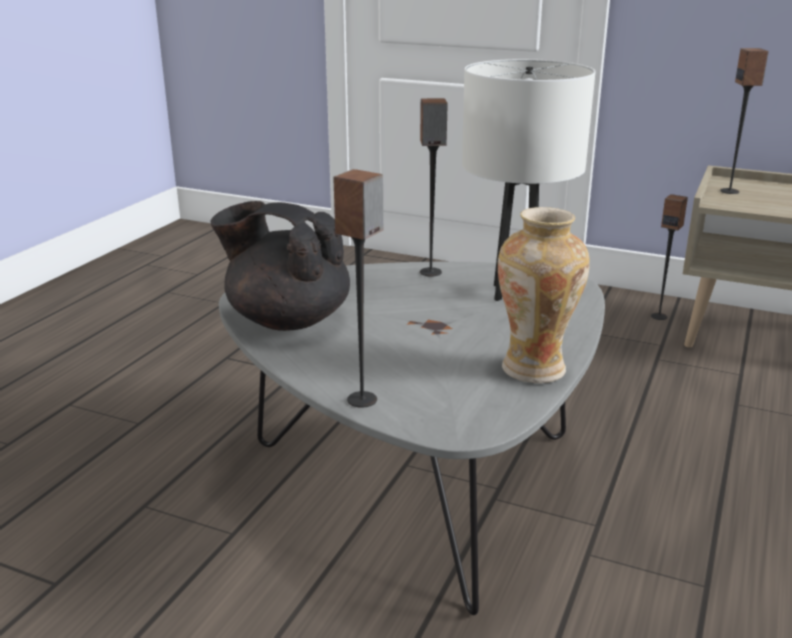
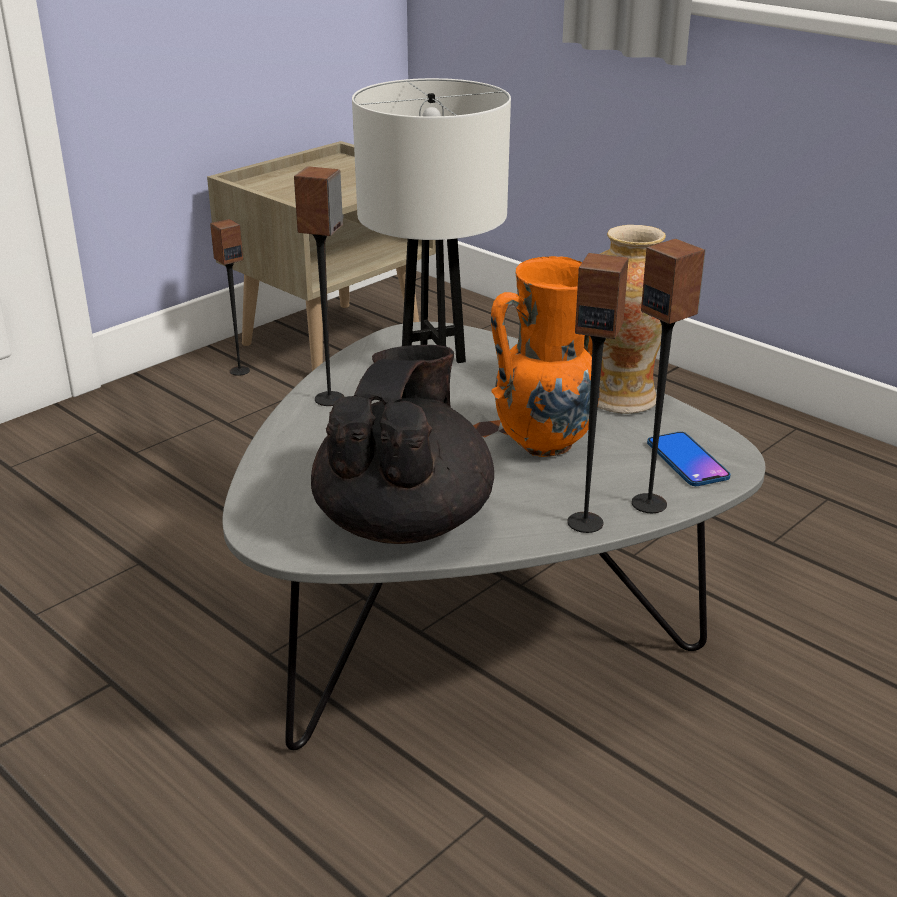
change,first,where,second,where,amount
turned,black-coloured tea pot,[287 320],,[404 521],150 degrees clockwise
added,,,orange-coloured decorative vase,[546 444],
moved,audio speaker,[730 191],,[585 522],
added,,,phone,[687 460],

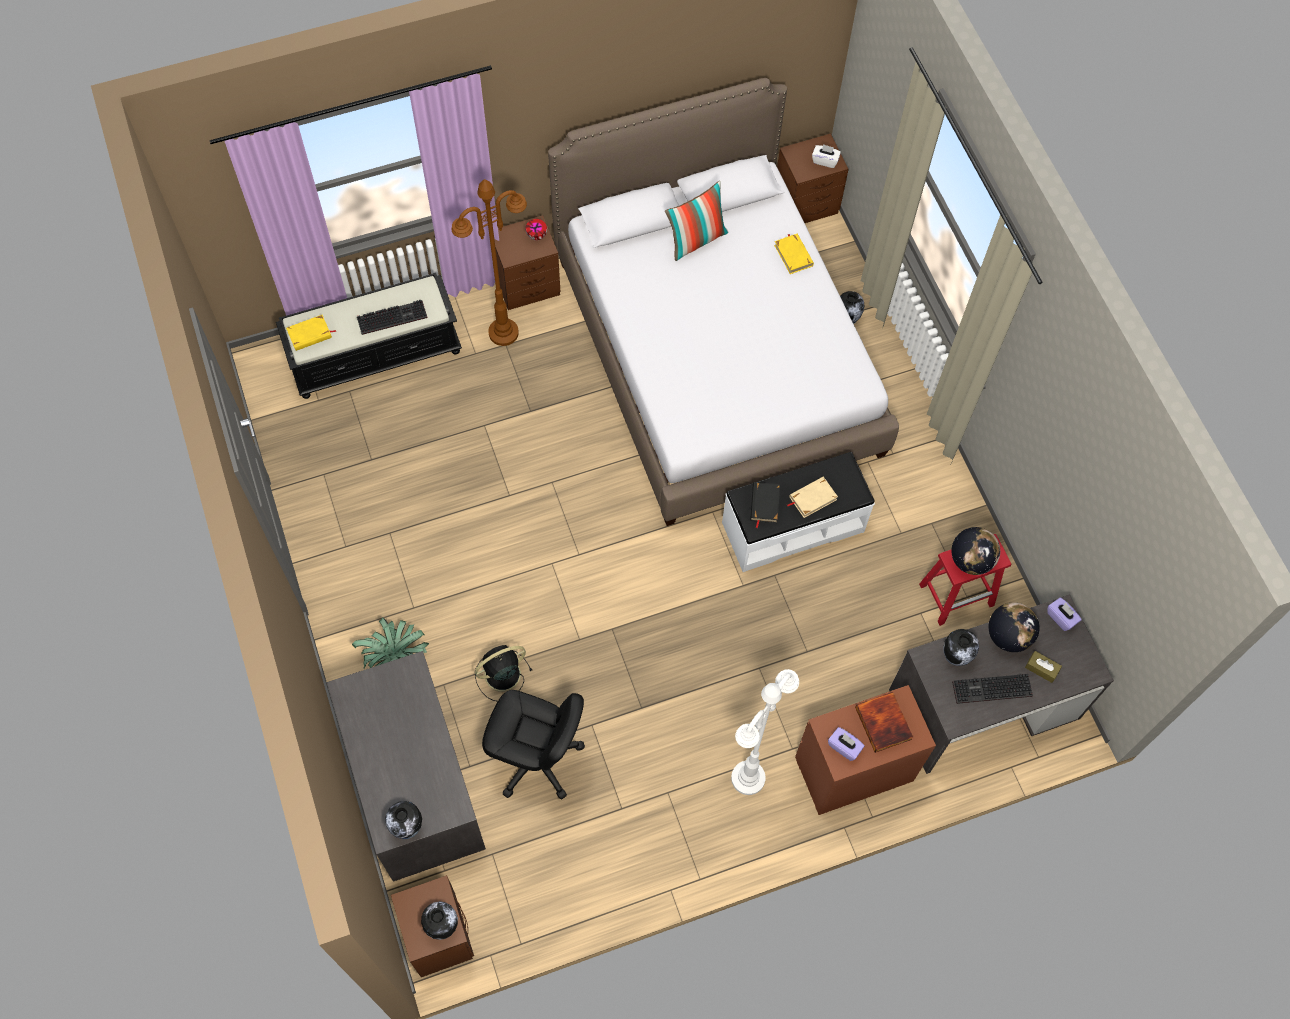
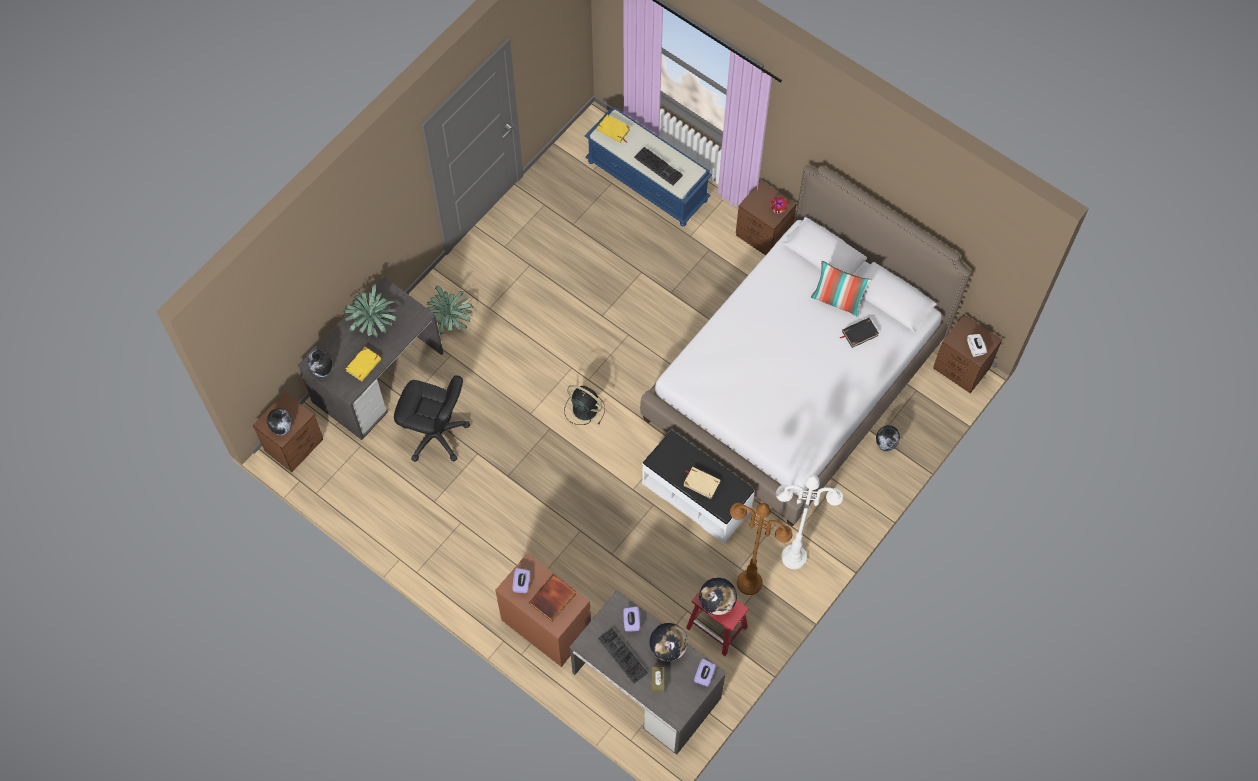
change,first,where,second,where,amount
added,,,houseplant,[373 322],
moved,yellow bound book,[793 255],,[364 365],
turned,black-coloured desk chair,[536 759],,[435 435],60 degrees counterclockwise
moved,black-coloured cooling fan,[501 675],,[584 408],
recoloured,black-coloured long seat,[376 353],bluish long seat,[648 181],
replaced,decorative vase,[956 656],purple-coloured tissue holder,[631 622],
moved,brown standing lamp,[504 332],,[749 583],
moved,white standing lamp,[748 777],,[794 557],
moved,black-coloured bound book,[764 504],,[859 333],

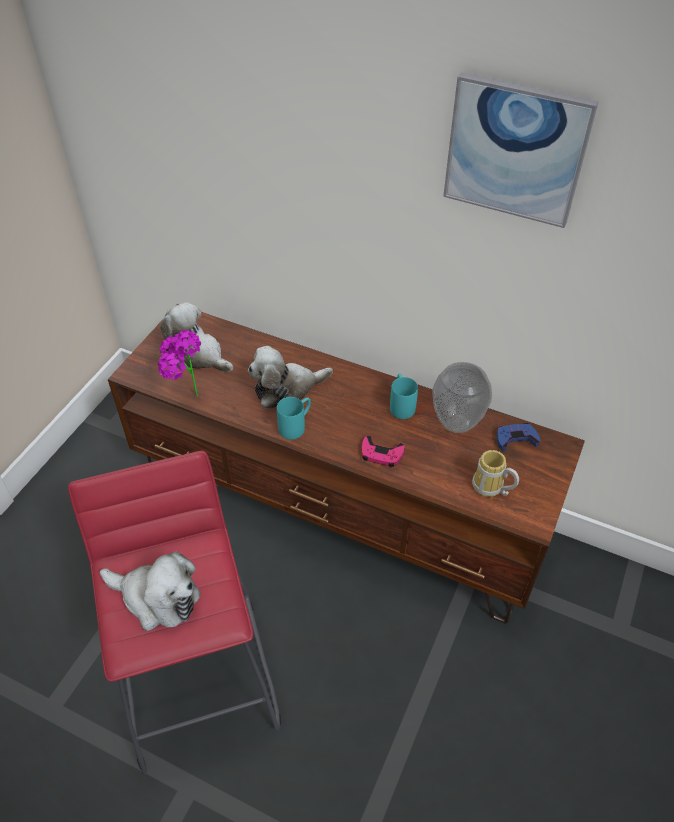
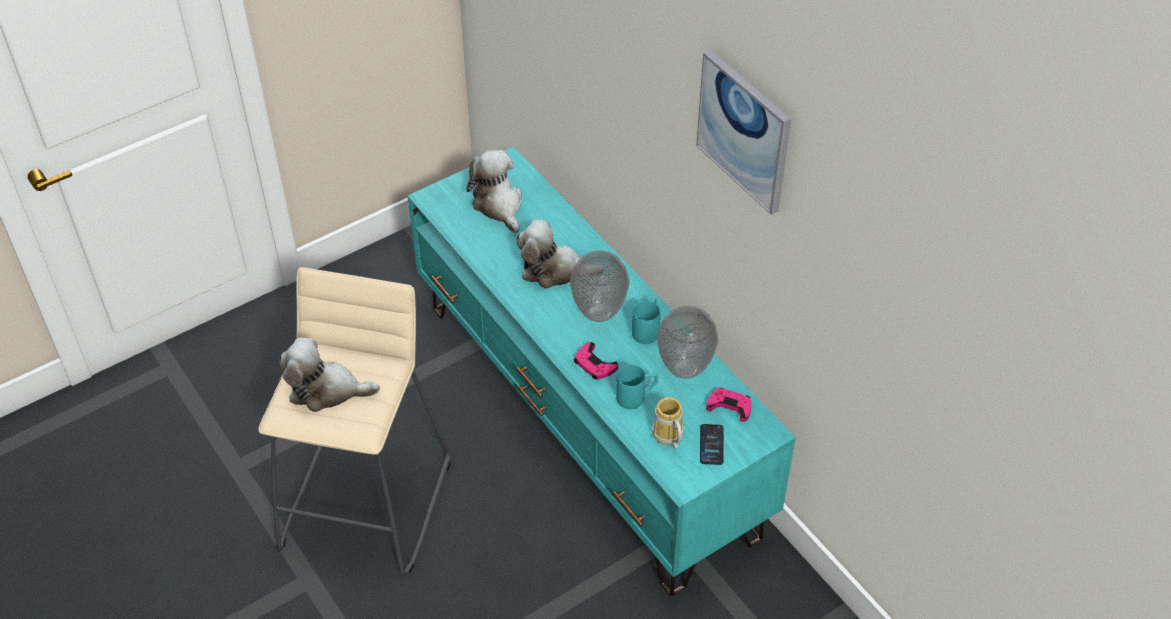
change,first,where,second,where,amount
recoloured,red-coloured sitting stool,[199 677],beige-coloured sitting stool,[367 502],
turned,cuddly toy,[157 598],,[326 390],135 degrees clockwise
recoloured,brown media console,[339 508],blue-green media console,[588 418],
added,,,decorative vase,[598 313],
moved,blue-green coffee mug,[296 426],,[637 397],
added,,,phone,[711 445],
recoloured,bluish game controller,[516 438],pinkish game controller,[729 406],
removed,houseplant,[186 398],,,

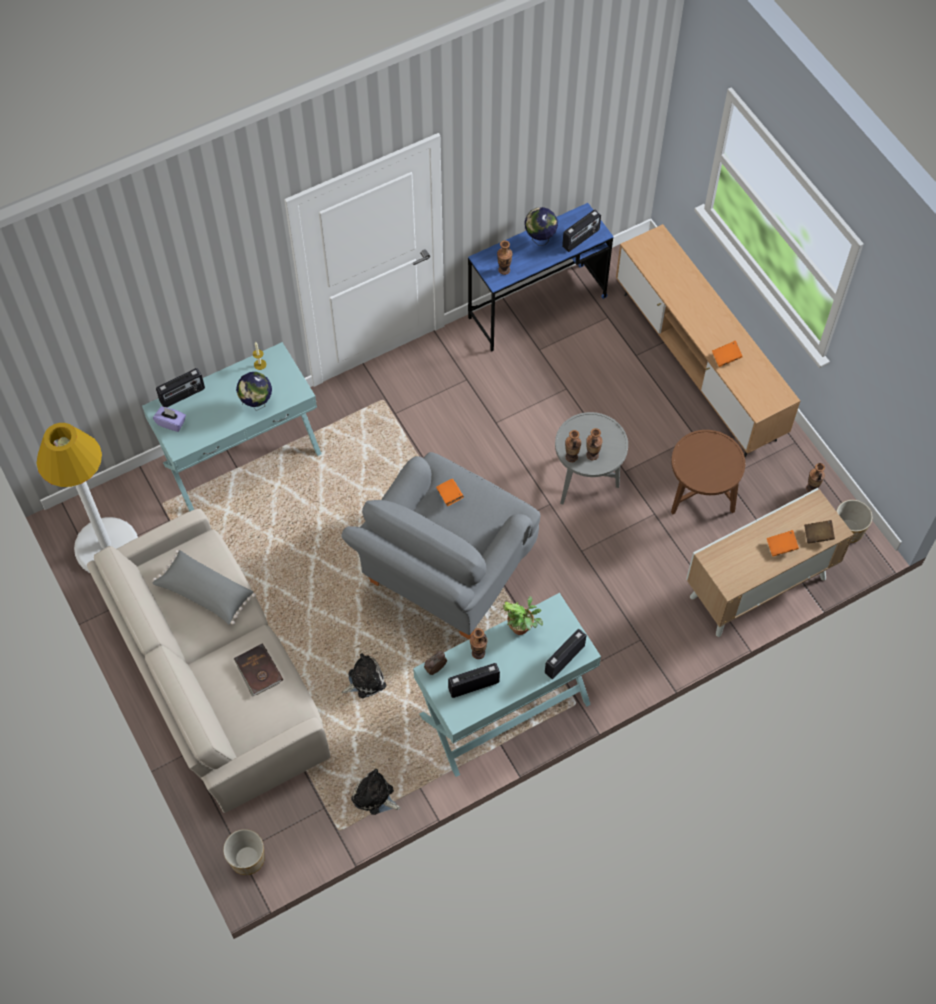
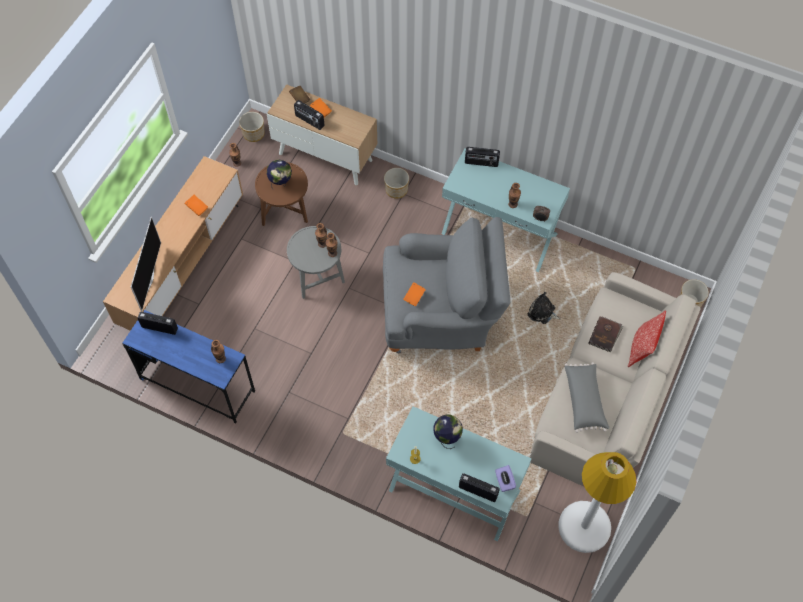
change,first,where,second,where,amount
added,,,TV set,[149 279],
moved,desk globe,[540 239],,[281 183],
moved,radio receiver,[473 685],,[309 121],
added,,,plant pot,[396 190],
added,,,pillow,[641 348],
removed,cuddly toy,[374 796],,,
removed,houseplant,[522 628],,,

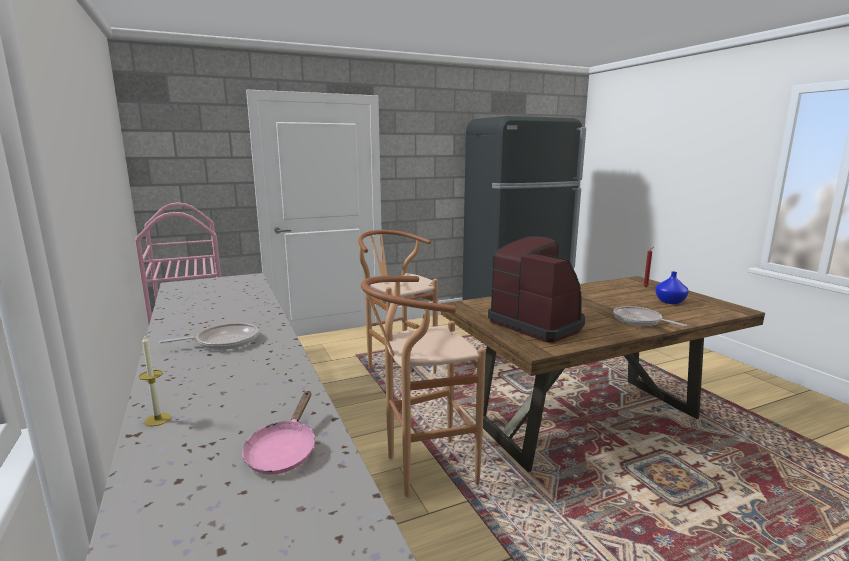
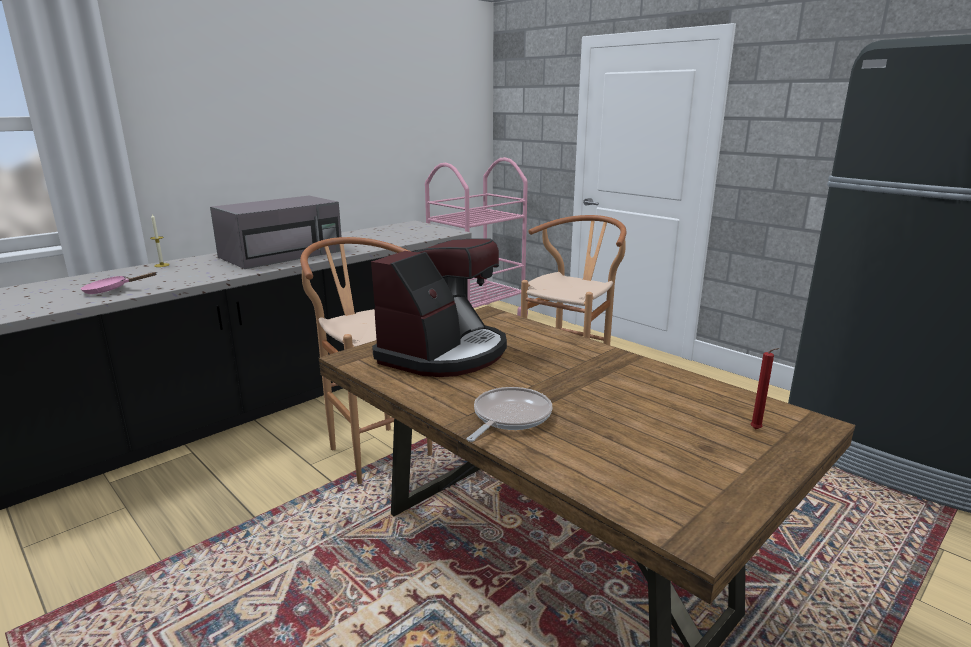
change,first,where,second,where,amount
replaced,skillet,[224 341],grey kitchen microwave,[283 254],
removed,bluish decorative vase,[670 302],,,

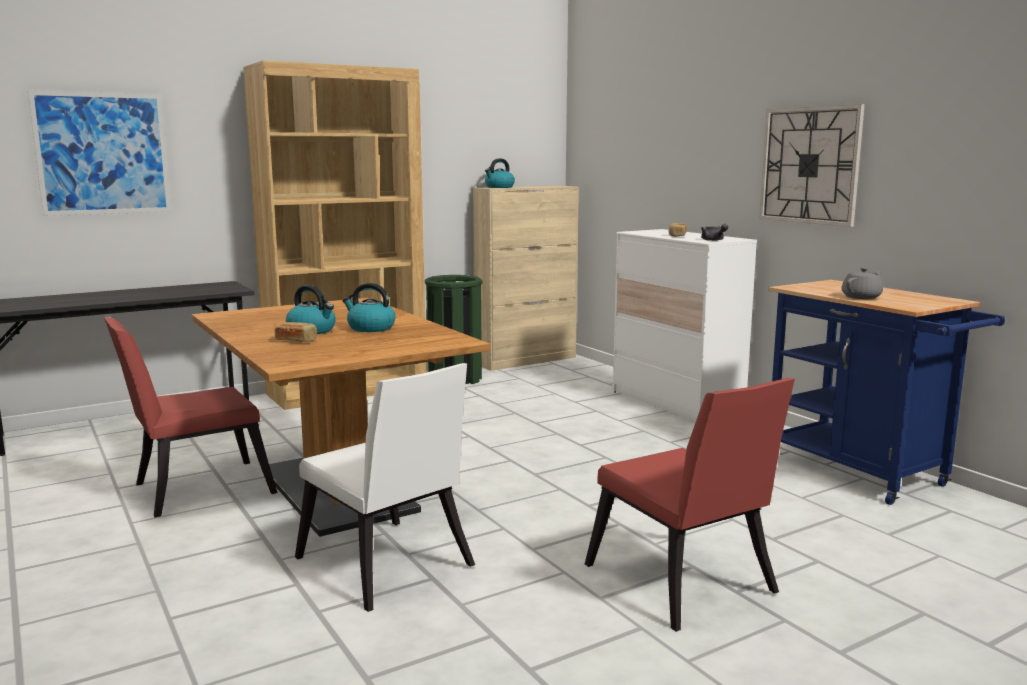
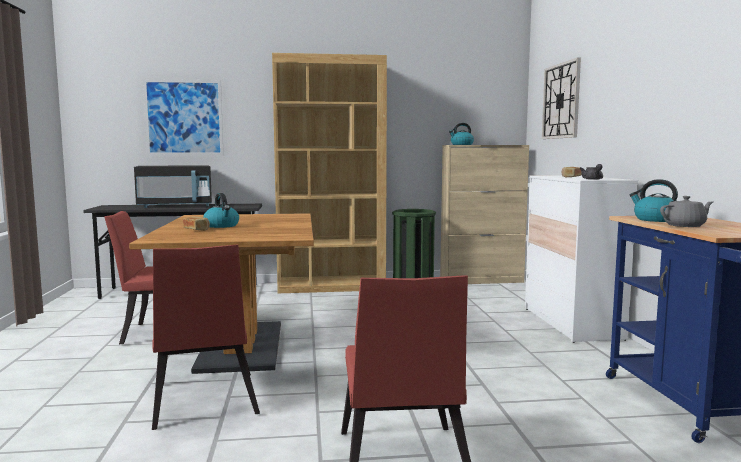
change,first,where,second,where,amount
added,,,black-coloured kitchen microwave,[175 206],
recoloured,white chair,[388 568],red-coloured chair,[204 403],
moved,clock on the wall,[810 165],,[561 101],
moved,tea kettle,[370 328],,[655 220],

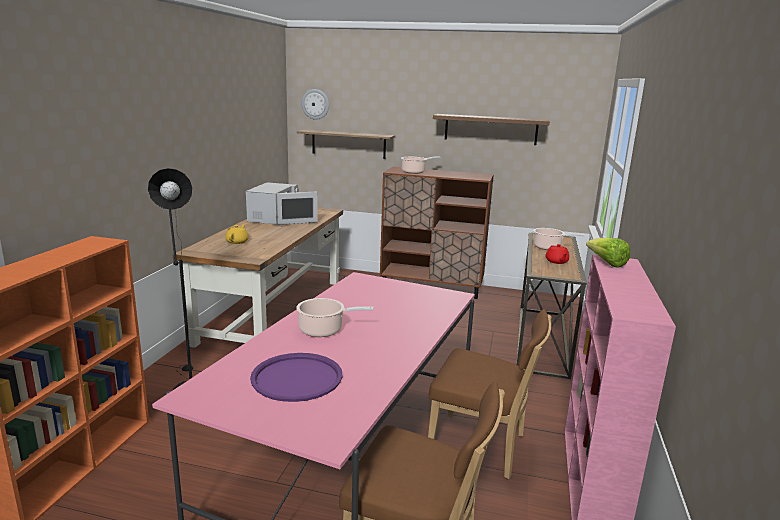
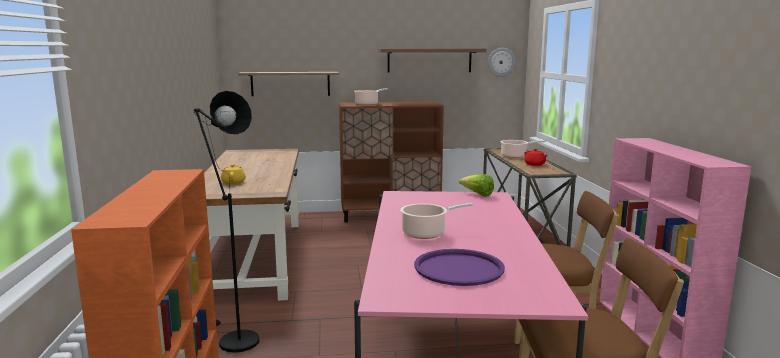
change,first,where,second,where,amount
moved,lettuce,[606 263],,[477 194],
moved,clock on the wall,[315 104],,[501 62],
removed,white kitchen microwave,[274 218],,,

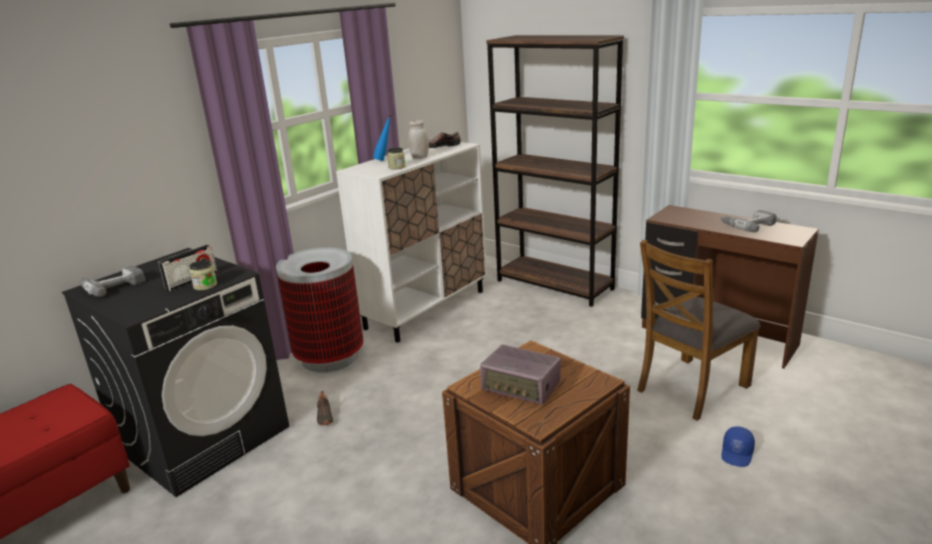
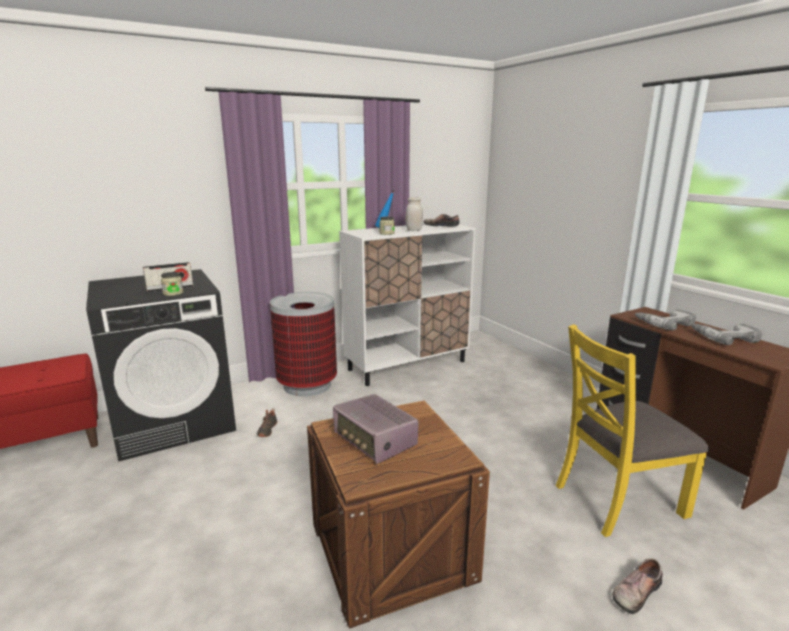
change,first,where,second,where,amount
recoloured,brown chair,[691 387],yellow chair,[617 499],
replaced,bluish cap,[737 453],low shoe,[635 591],
moved,electric drill,[112 286],,[663 323],
removed,brown bookshelf,[555 285],,,

